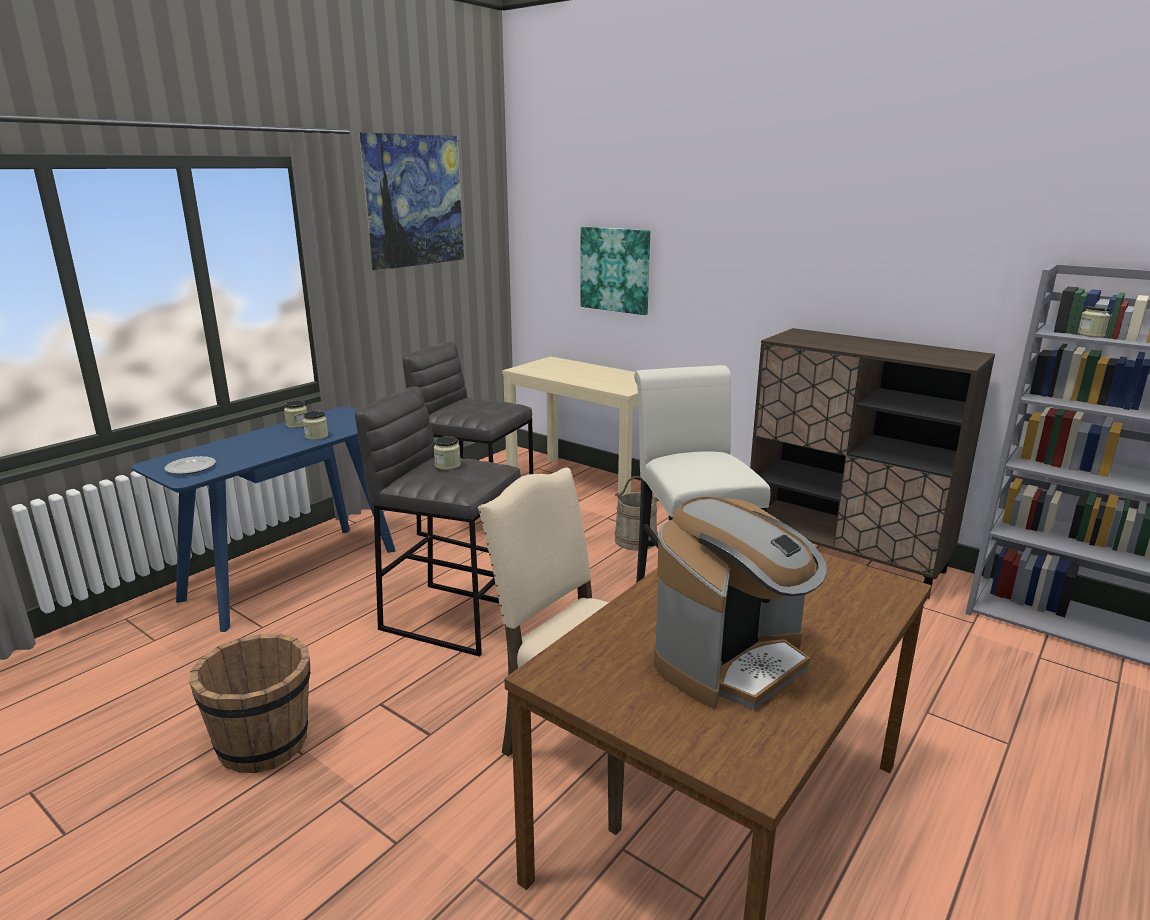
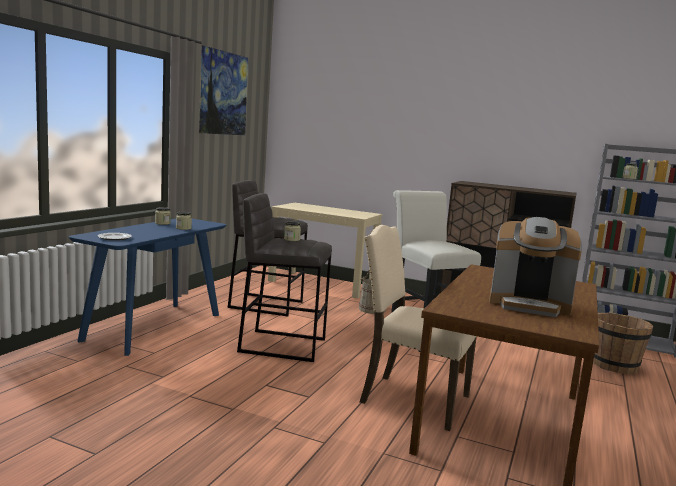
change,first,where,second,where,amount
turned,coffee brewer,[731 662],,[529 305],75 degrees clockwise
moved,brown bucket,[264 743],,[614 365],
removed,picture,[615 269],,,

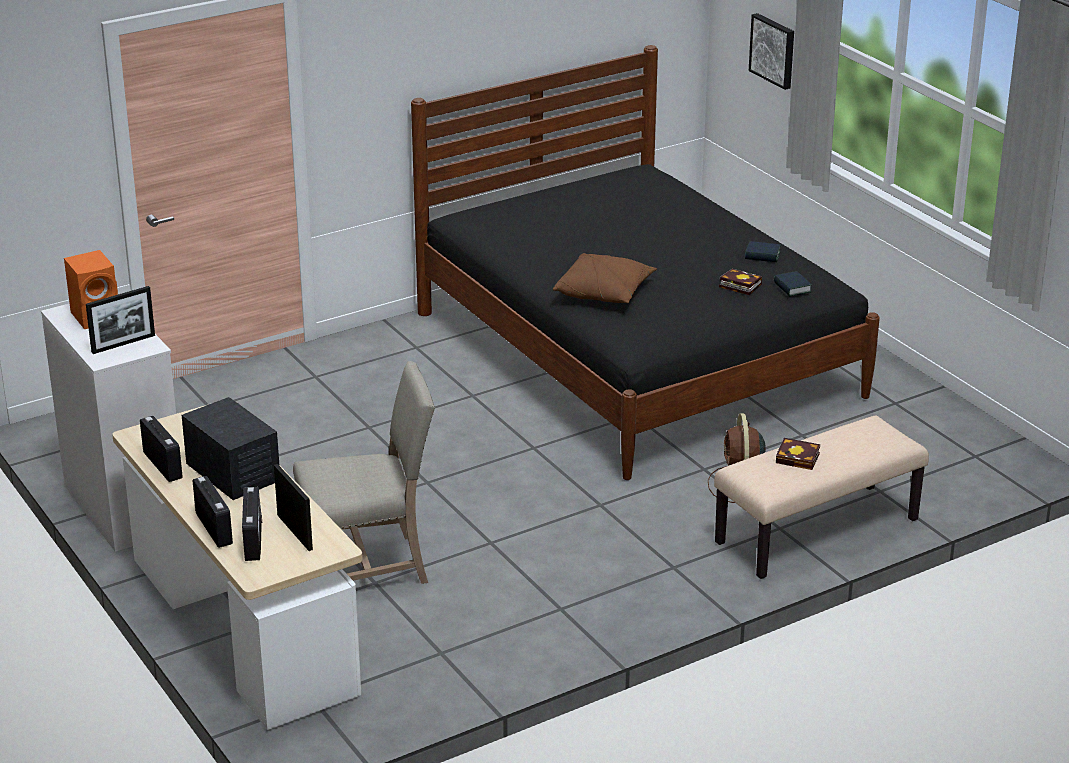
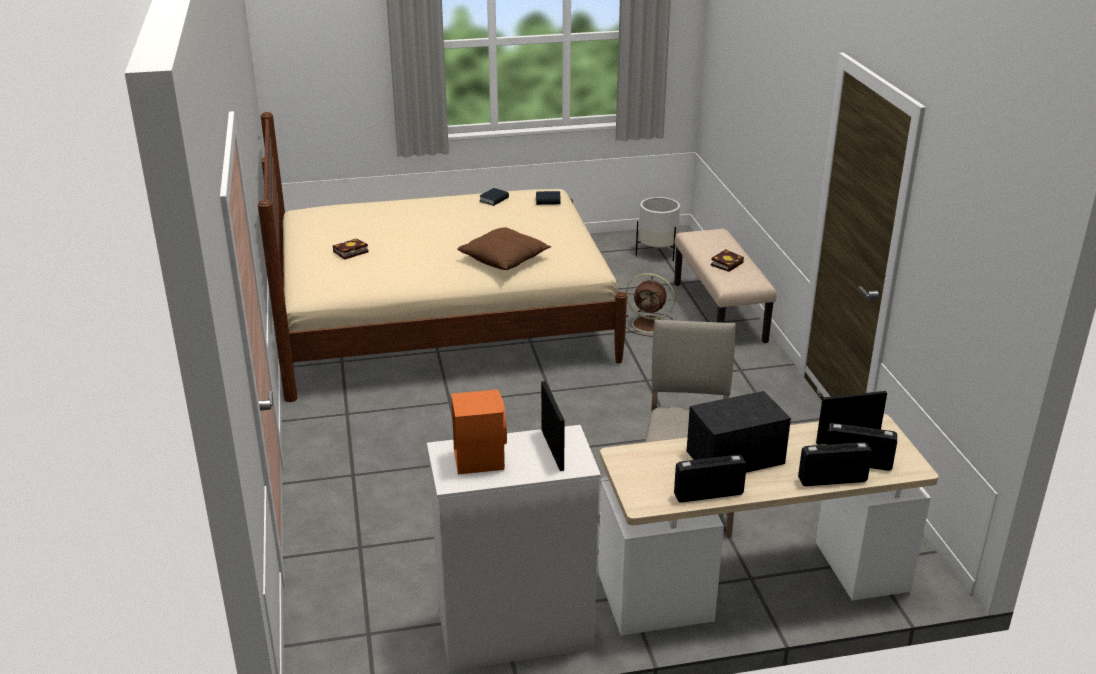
change,first,where,second,where,amount
recoloured,black-coloured bedroom bed,[636 354],beige-coloured bedroom bed,[444 322],
moved,bound book,[738 285],,[349 252],
added,,,white plant pot,[657 253],
removed,picture,[773 50],,,

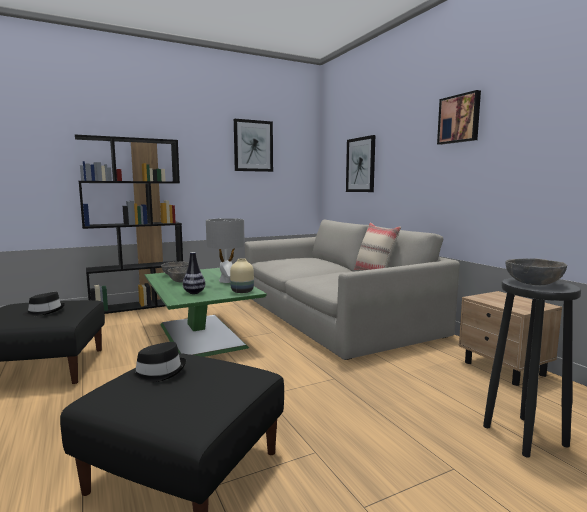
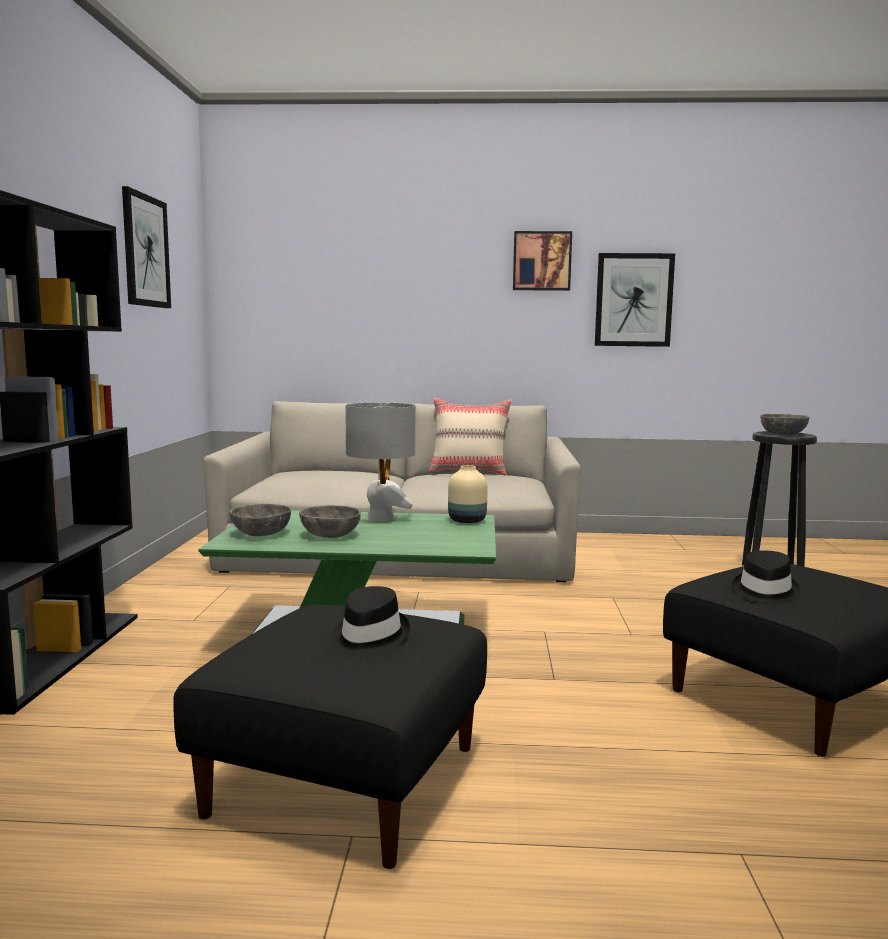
change,first,where,second,where,amount
moved,picture,[360 165],,[633 300],
removed,decorative vase,[194 293],,,
removed,beige-coloured bedside table,[504 369],,,

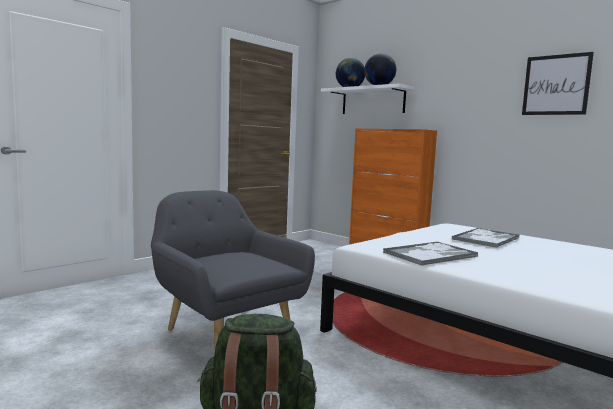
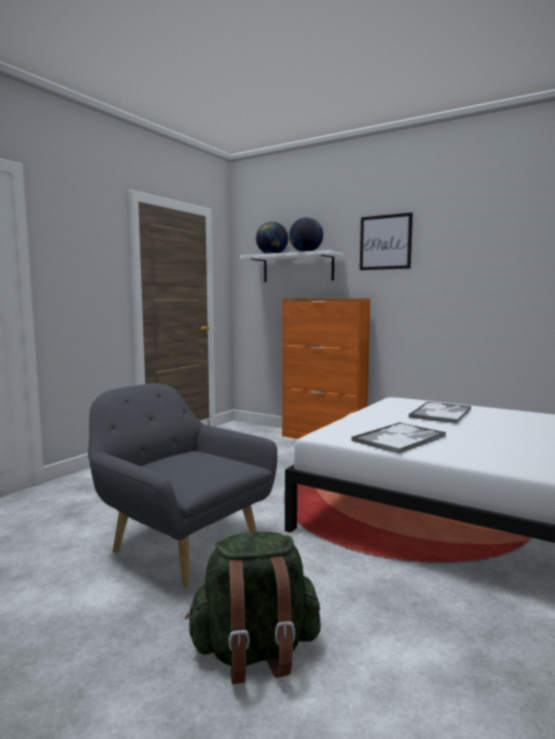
change,first,where,second,where,amount
moved,picture,[556 85],,[385 242],

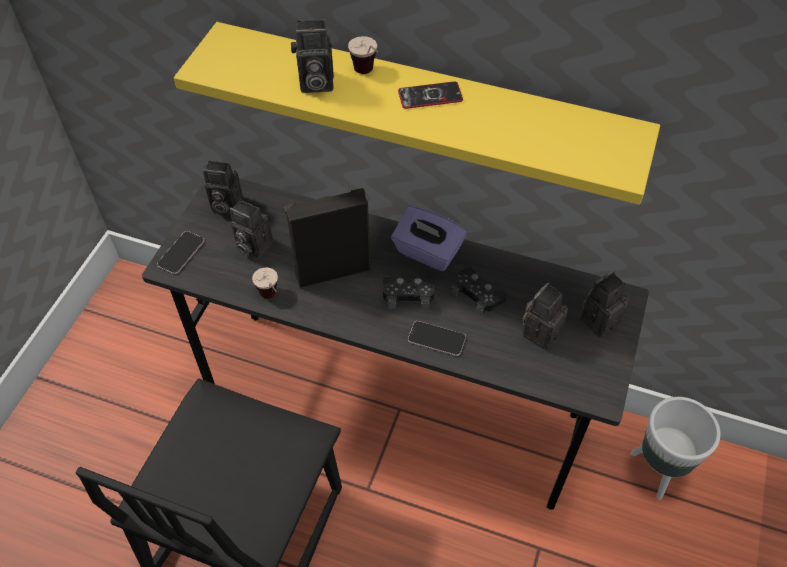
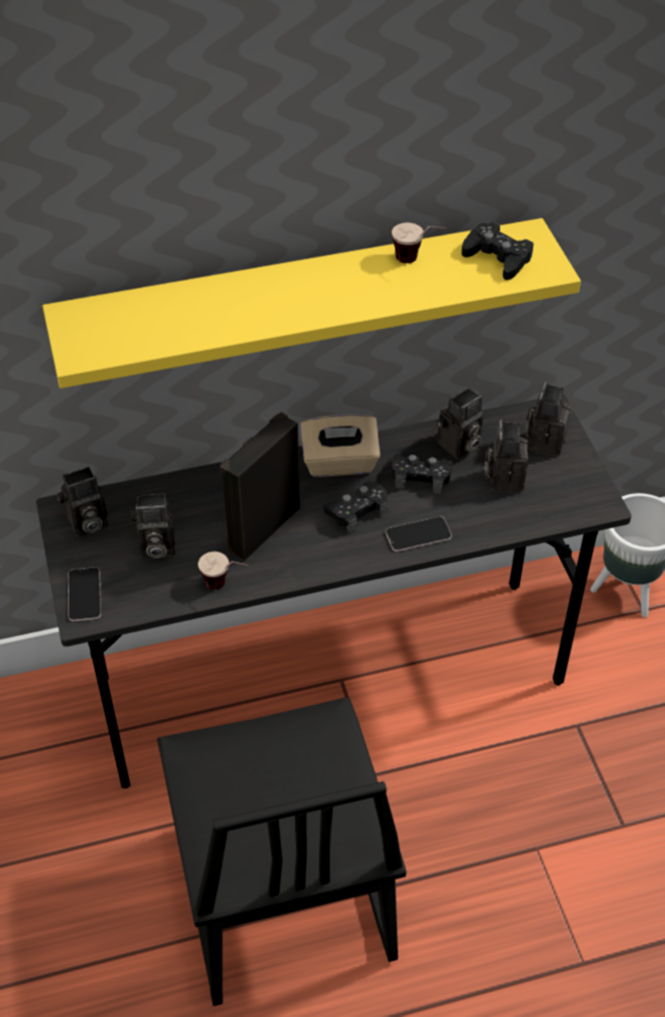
change,first,where,second,where,amount
recoloured,purple-coloured tissue holder,[427 252],beige-coloured tissue holder,[340 463],
moved,drinking cup,[368 75],,[417 261],
moved,photo camera,[314 83],,[458 446],
added,,,black-coloured game controller,[497 257],
removed,phone,[430 96],,,

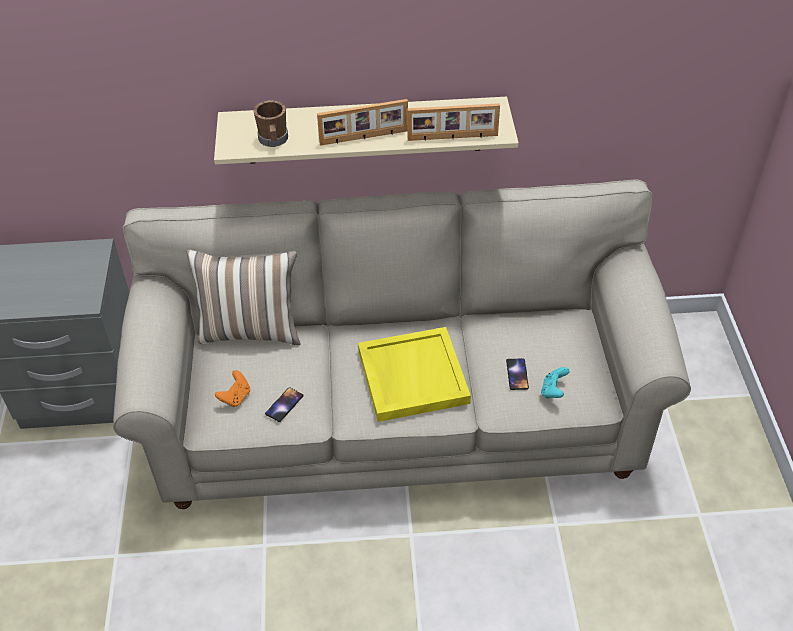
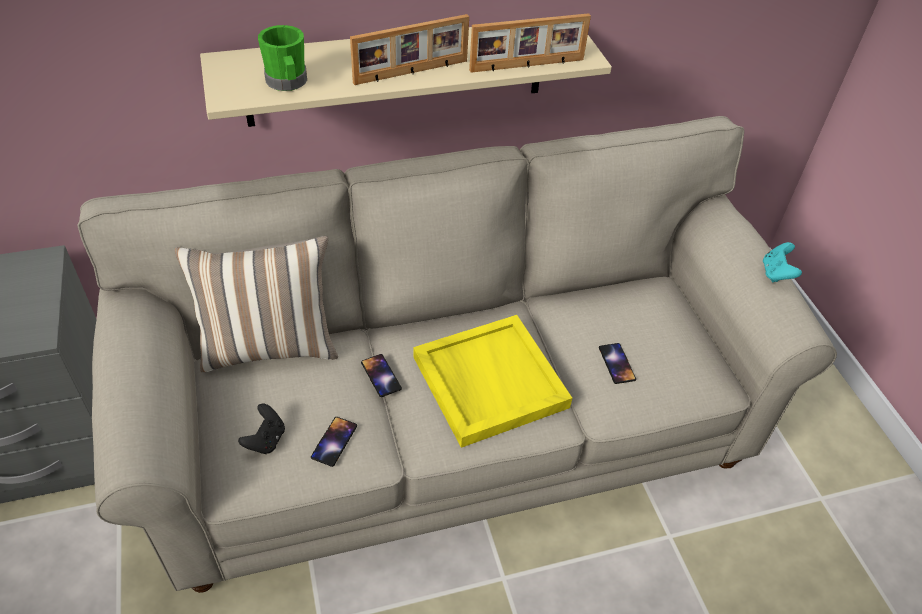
change,first,where,second,where,amount
recoloured,orange-coloured game controller,[236 397],black-coloured game controller,[266 440],
recoloured,brown coffee mug,[273 140],green-coloured coffee mug,[287 83],
added,,,phone,[381 375],
moved,blue-green game controller,[553 391],,[776 273],

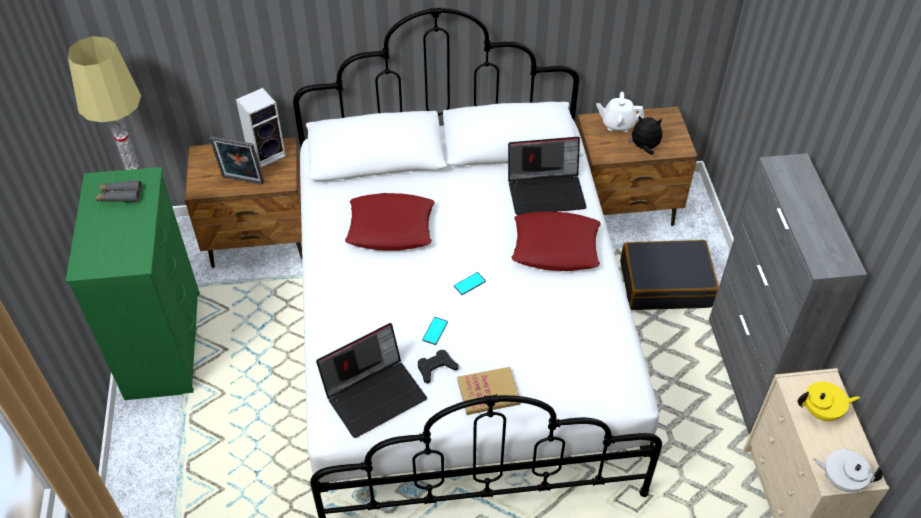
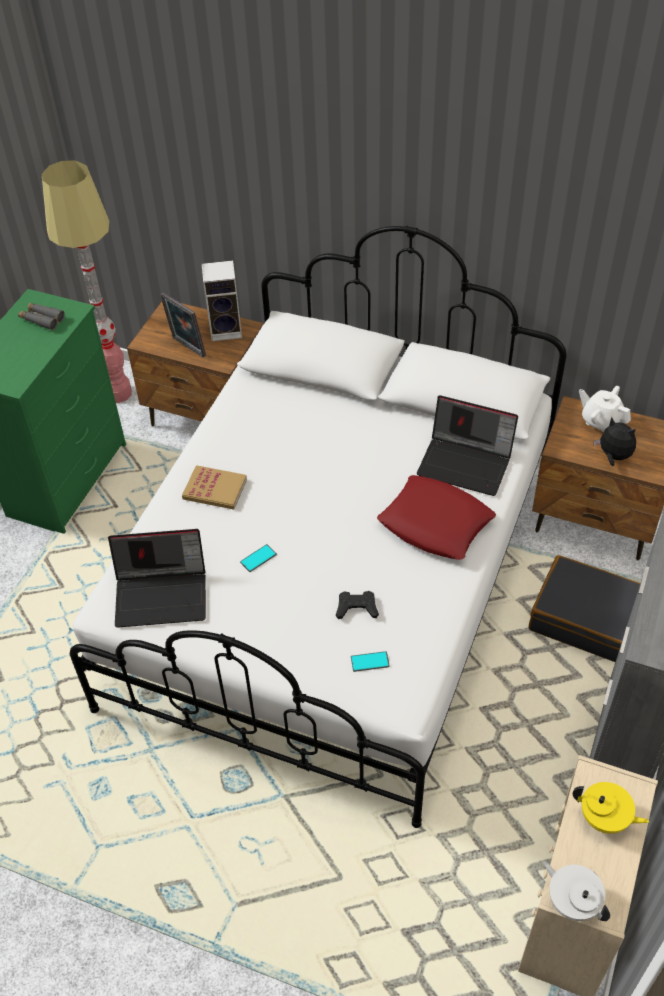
change,first,where,second,where,amount
moved,bound book,[488 392],,[215 489],
moved,black-coloured game controller,[436 368],,[357 608],
moved,phone,[469 284],,[370 661],
removed,red-coloured pillow,[391 228],,,

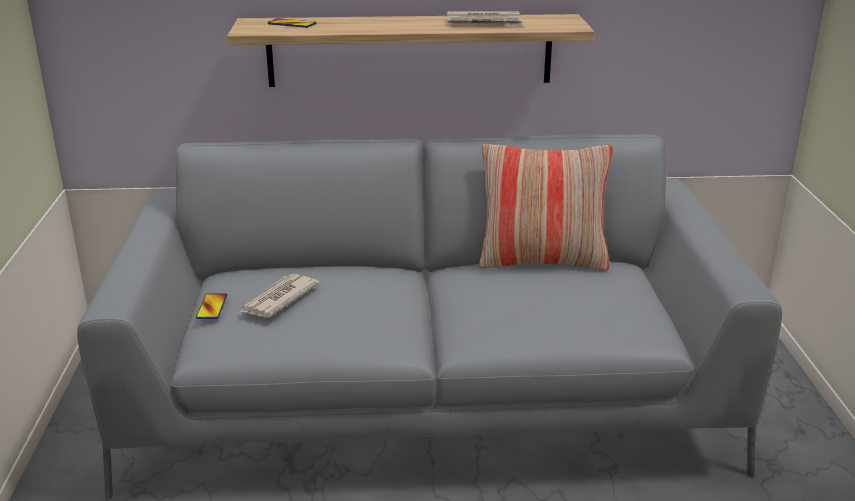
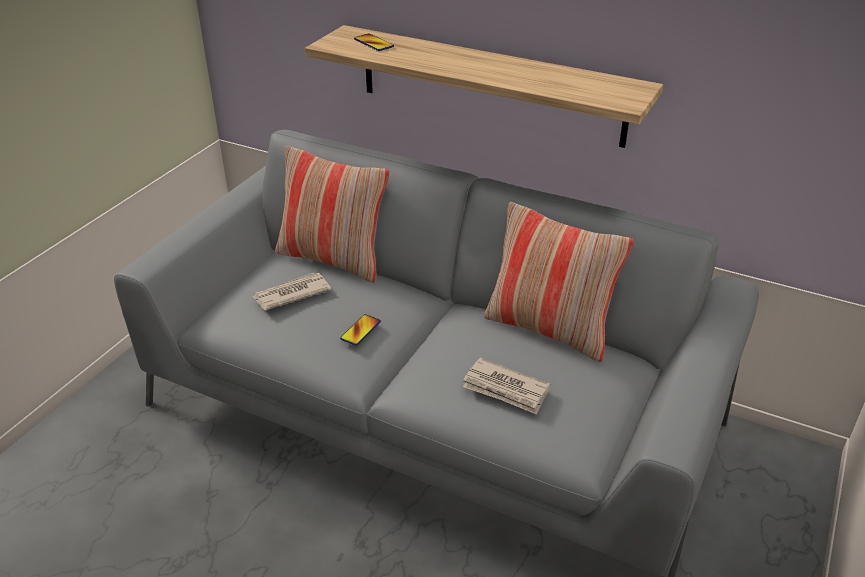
change,first,where,second,where,amount
added,,,pillow,[333 259],
moved,phone,[212 307],,[360 330],
moved,daily paper,[485 23],,[506 389],

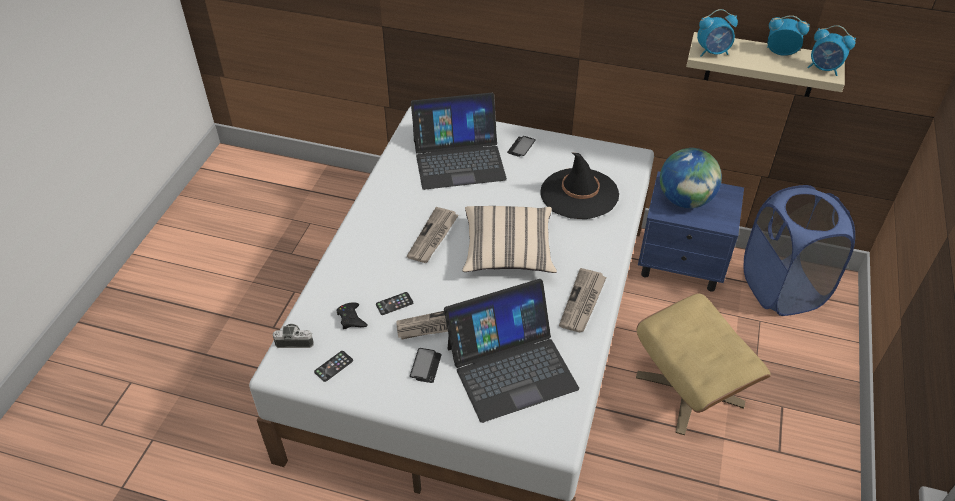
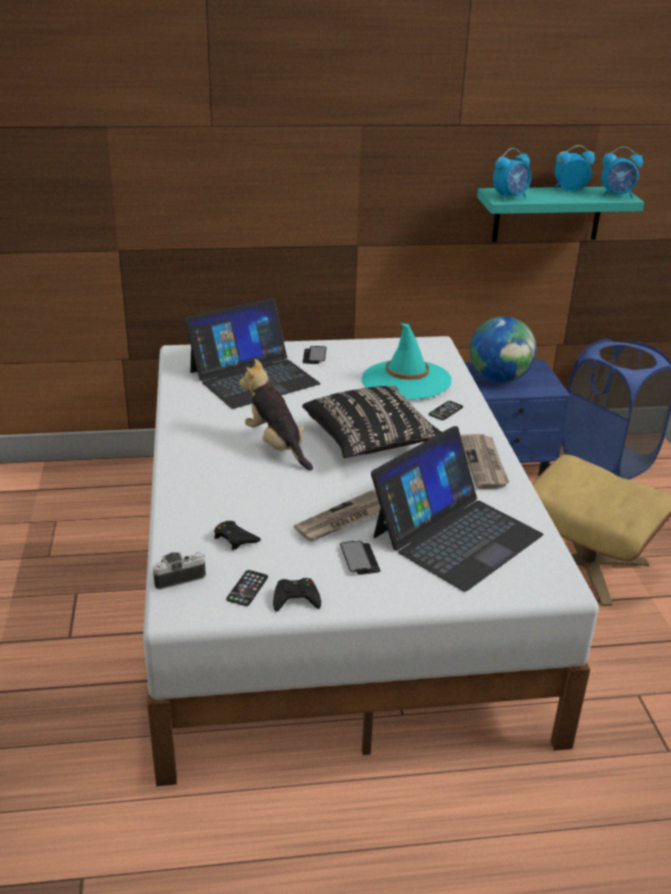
change,first,where,second,where,amount
replaced,daily paper,[433 237],cuddly toy,[276 446],
added,,,black-coloured game controller,[296 599],
recoloured,beige-coloured pillow,[508 252],black-coloured pillow,[370 440],
recoloured,black-coloured clothing hat,[579 194],blue-green clothing hat,[406 380],
moved,phone,[394 304],,[446 411],
recoloured,beige-coloured shelf,[761 65],blue-green shelf,[547 213],

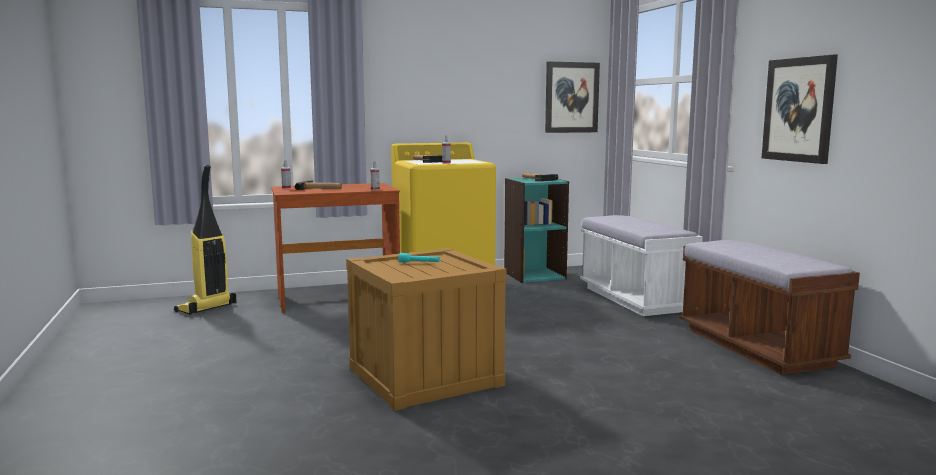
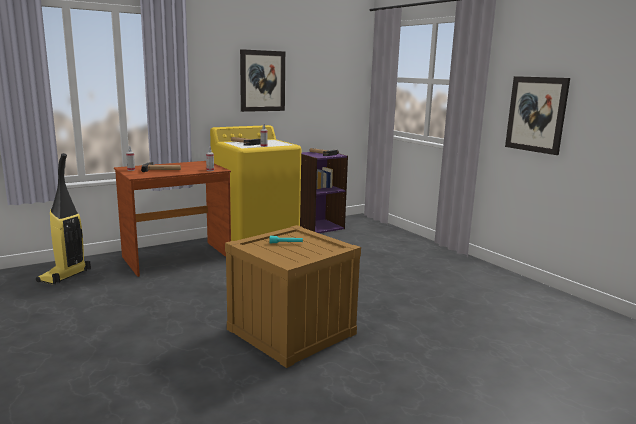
change,first,where,second,where,amount
moved,picture,[571 97],,[262 81],
recoloured,blue-green bookshelf,[534 275],purple-coloured bookshelf,[319 226],
removed,white long seat,[635 299],,,
removed,brown long seat,[757 347],,,

